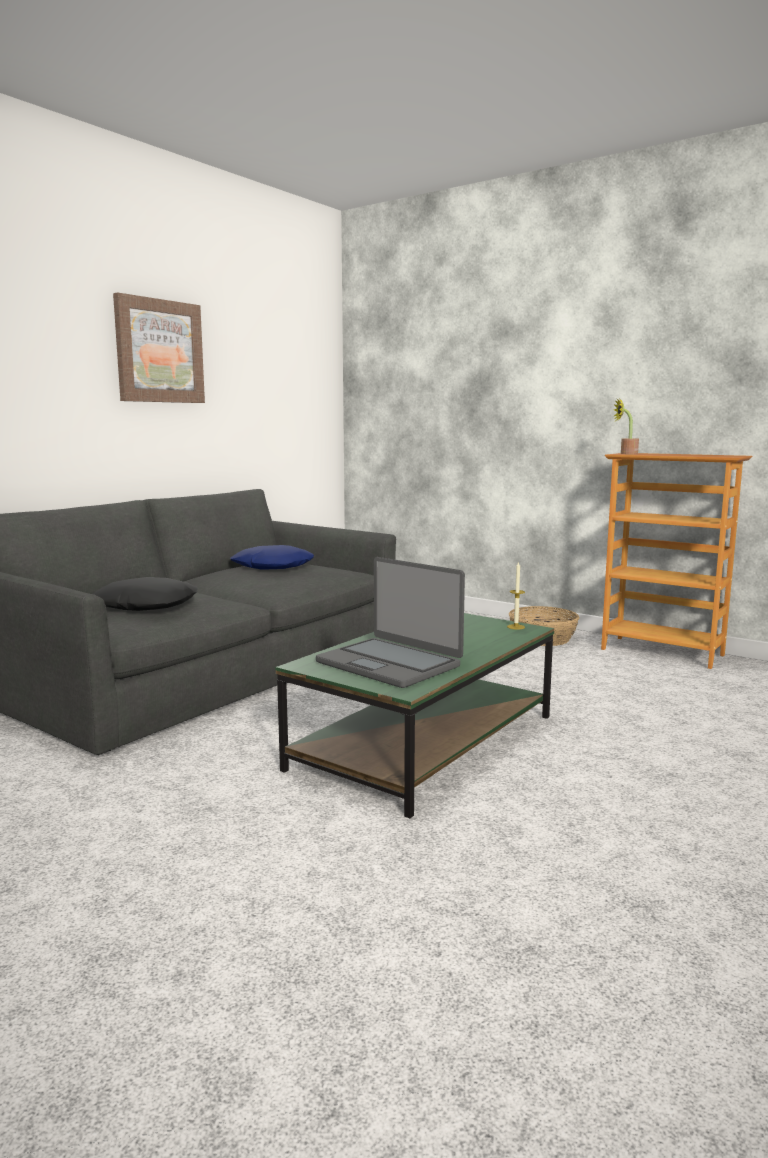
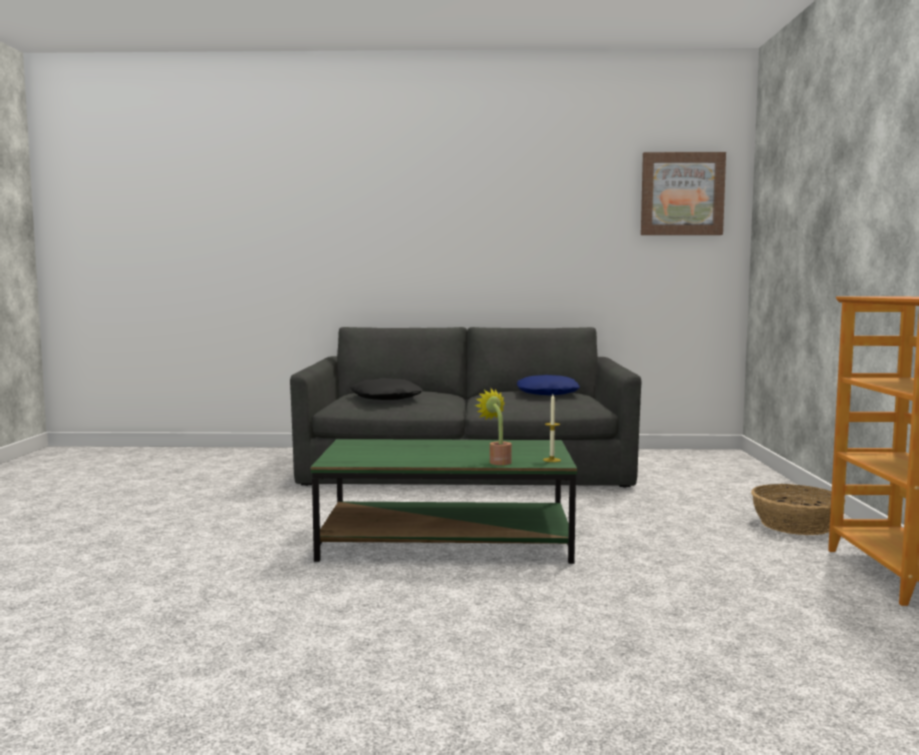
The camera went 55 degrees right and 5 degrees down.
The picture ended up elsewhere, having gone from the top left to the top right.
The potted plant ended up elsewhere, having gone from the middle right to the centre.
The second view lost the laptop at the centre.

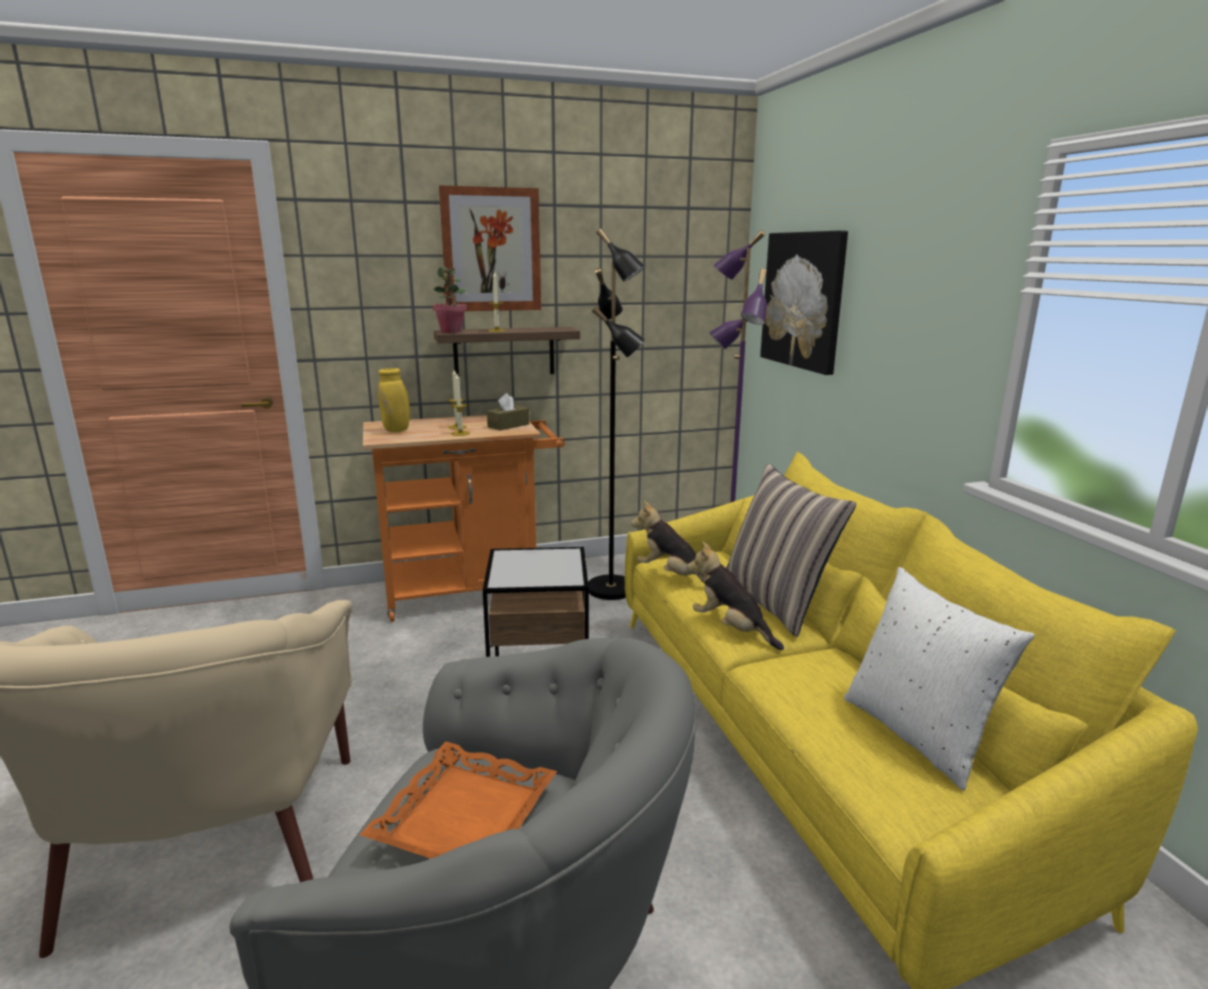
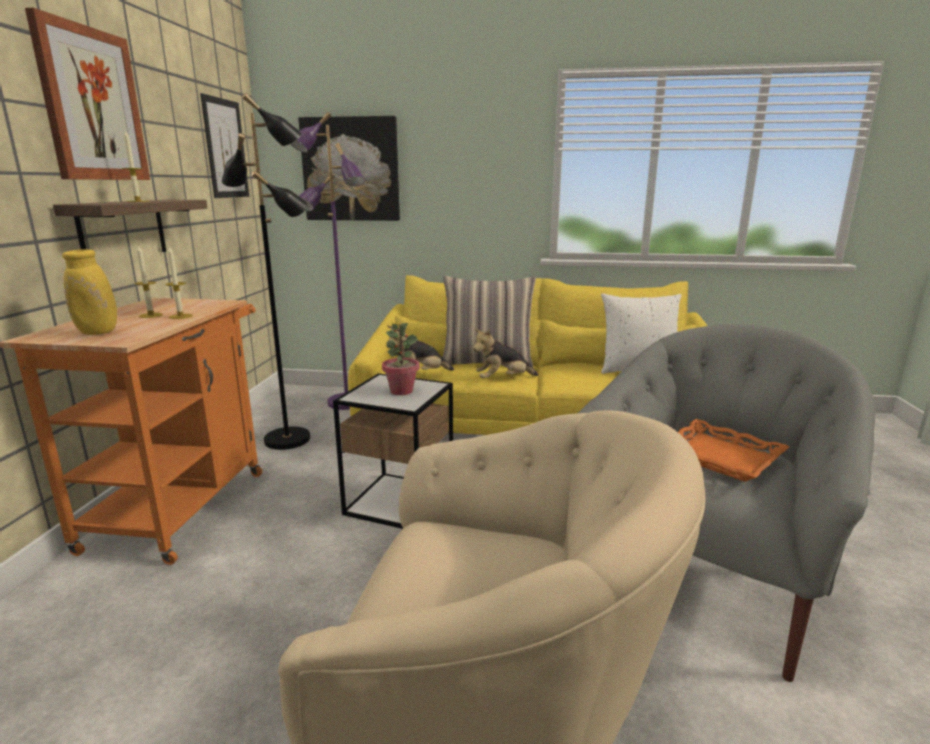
The camera went 65 degrees left and 0 degrees up.
The potted plant ended up elsewhere, having gone from the top centre to the centre.
The second view lost the brown tissue box at the centre.
The second view gained the picture (no. 2 from left) at the top left.

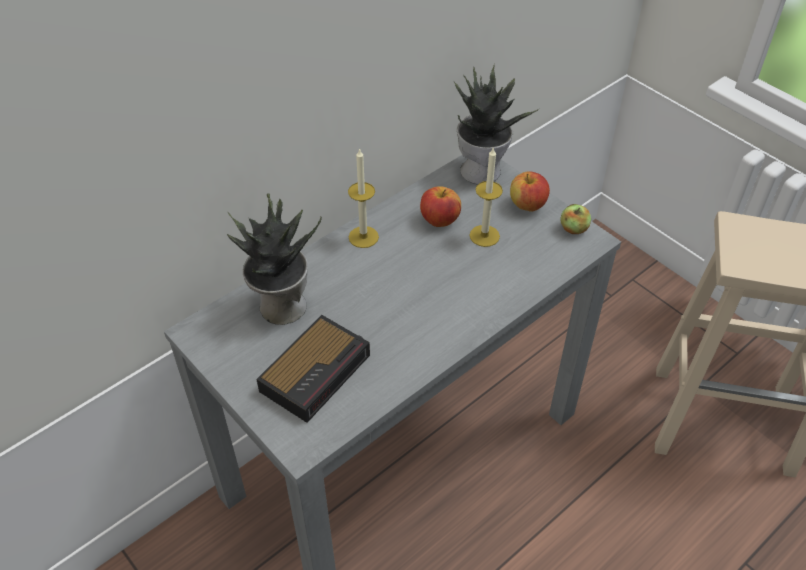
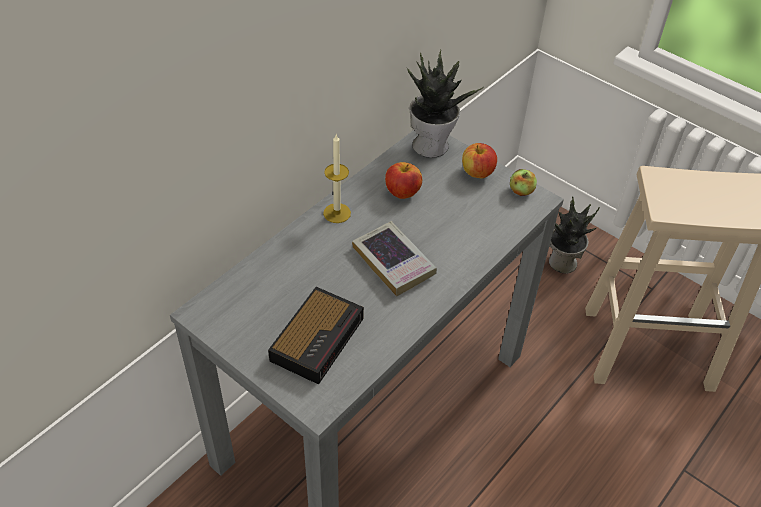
The camera went 10 degrees left and 0 degrees up.
The second view lost the candle (no. 2 from left) at the centre.
The potted plant (no. 1 from left in the first image) ended up elsewhere, having gone from the centre to the middle right.
The second view gained the book at the centre.

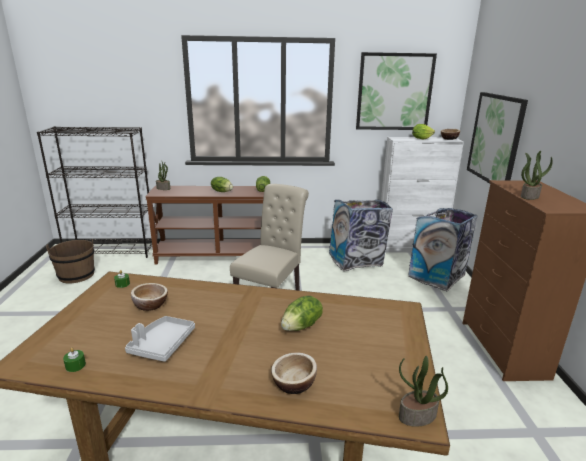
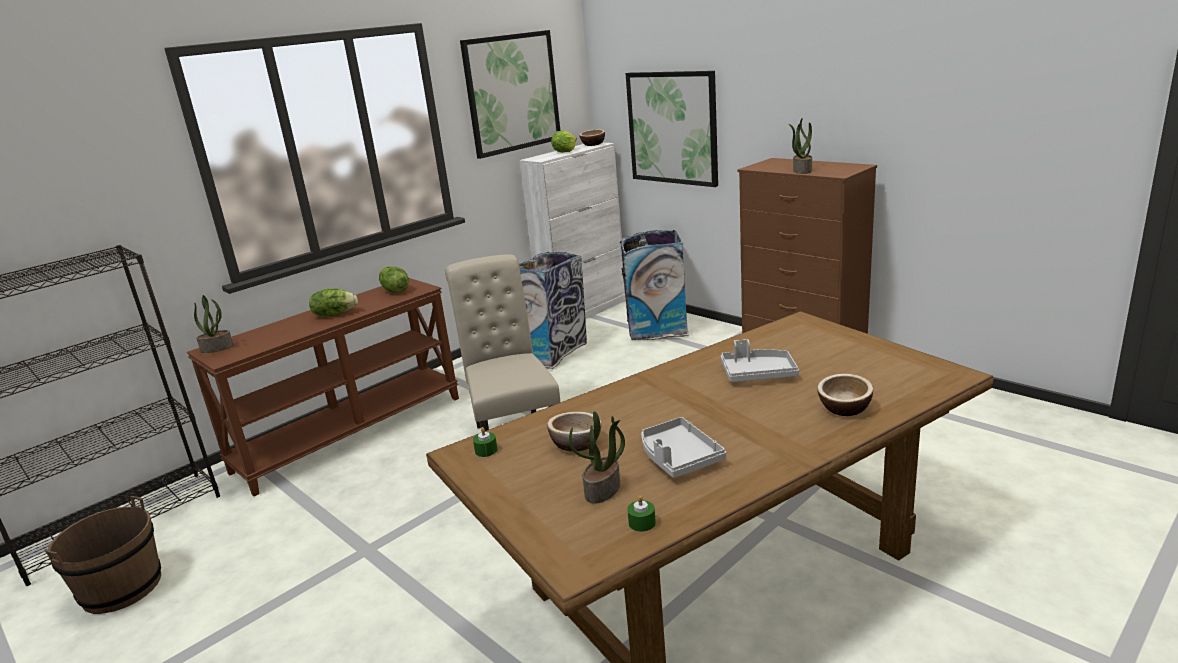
The camera went 40 degrees left and 0 degrees up.
Where the lettuce (no. 3 from left) stood at the bottom centre, the grey tray (no. 2 from left) came to stand at the centre.
The potted plant (no. 2 from left) ended up elsewhere, having gone from the bottom right to the bottom centre.

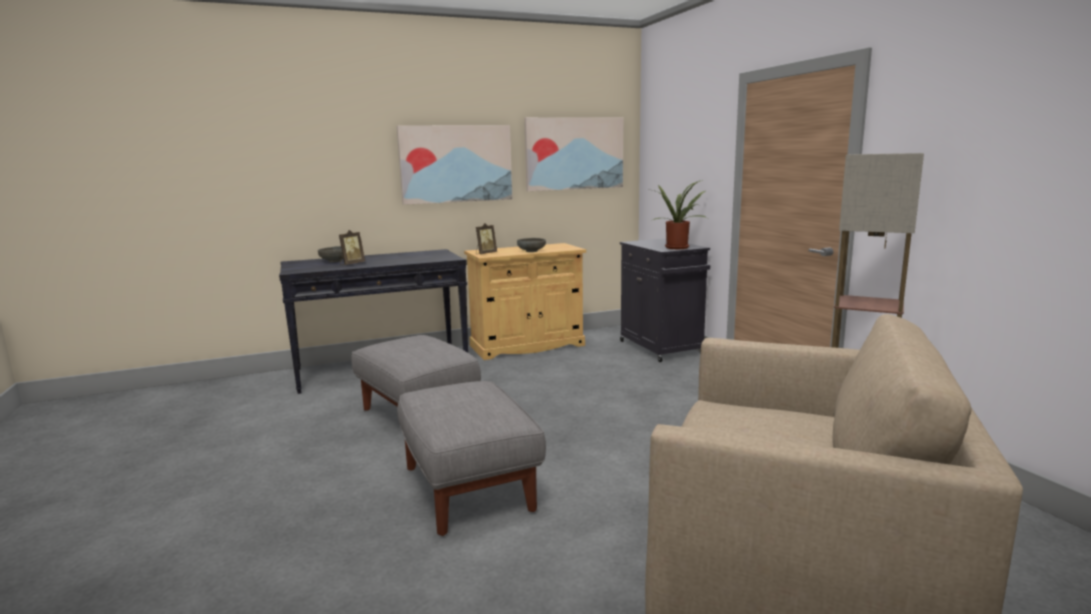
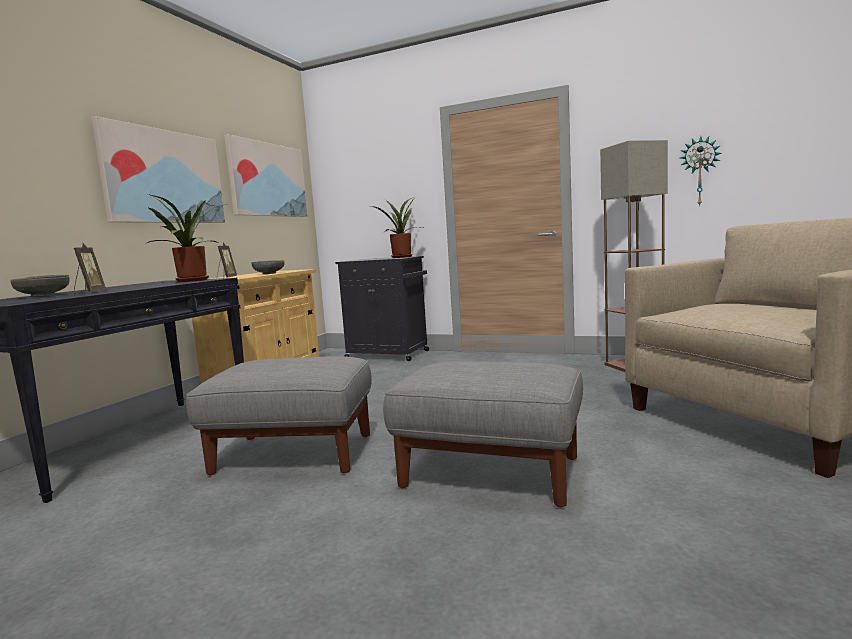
The camera went 45 degrees left and 5 degrees down.
The second view gained the wall clock at the top right.
The second view gained the potted plant (no. 1 from left) at the middle left.

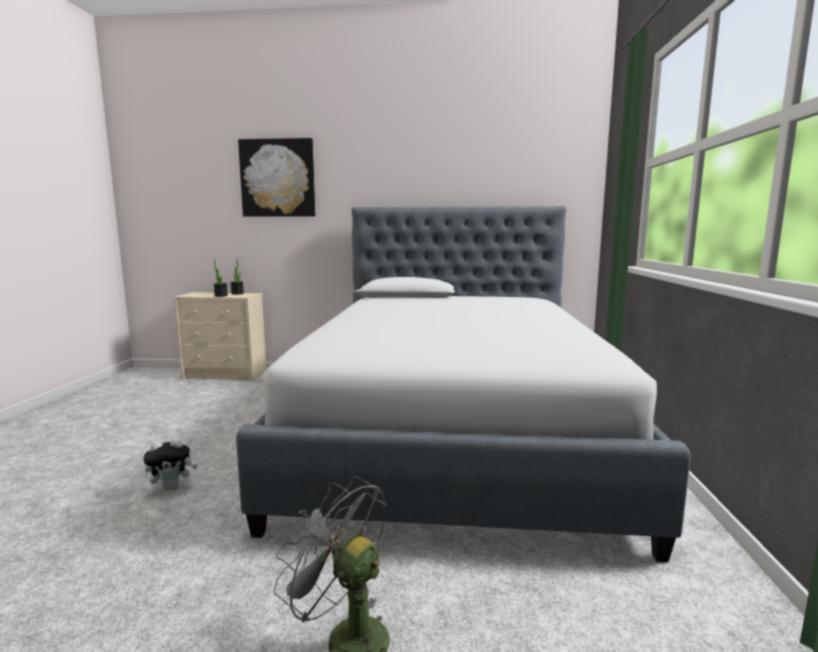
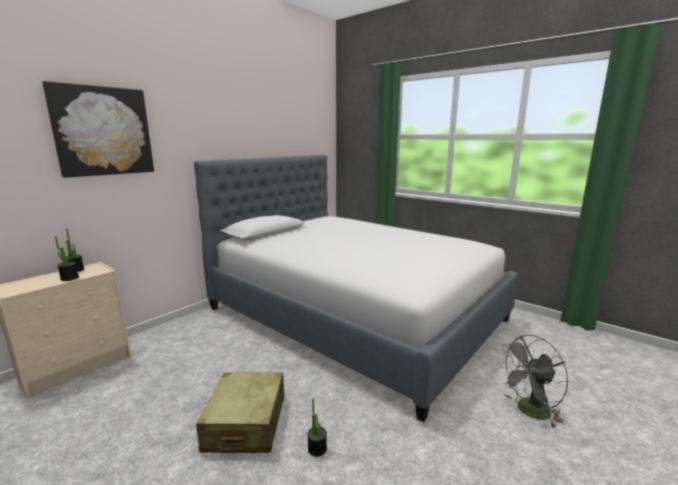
The camera went 55 degrees left and 5 degrees up.
Where the plush toy stood at the bottom left, the potted plant (no. 3 from left) came to stand at the bottom centre.
The second view gained the beige suitcase at the bottom centre.

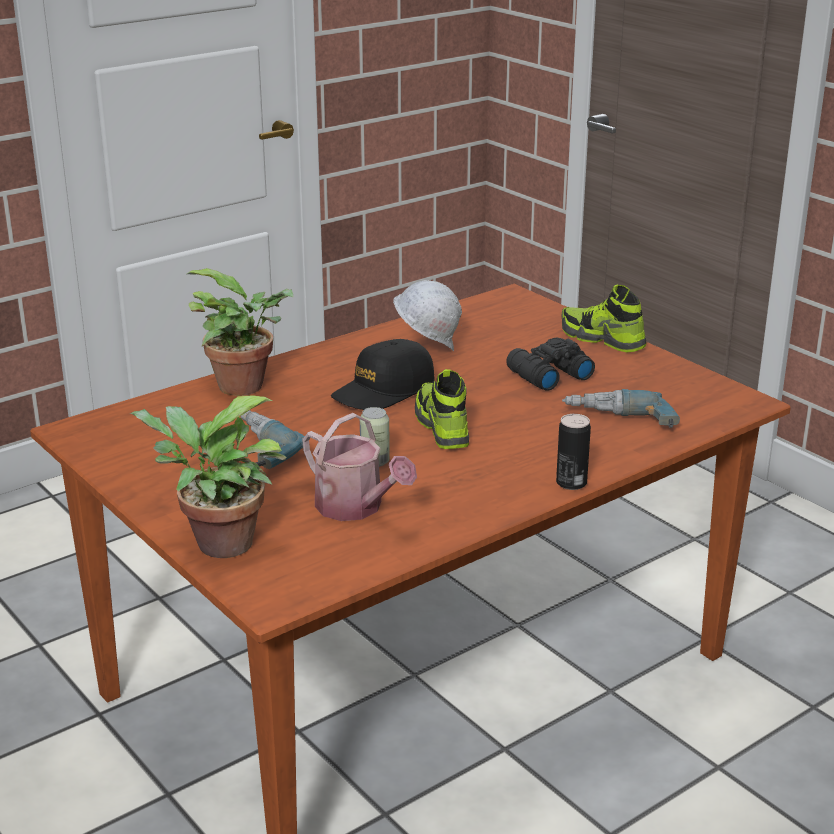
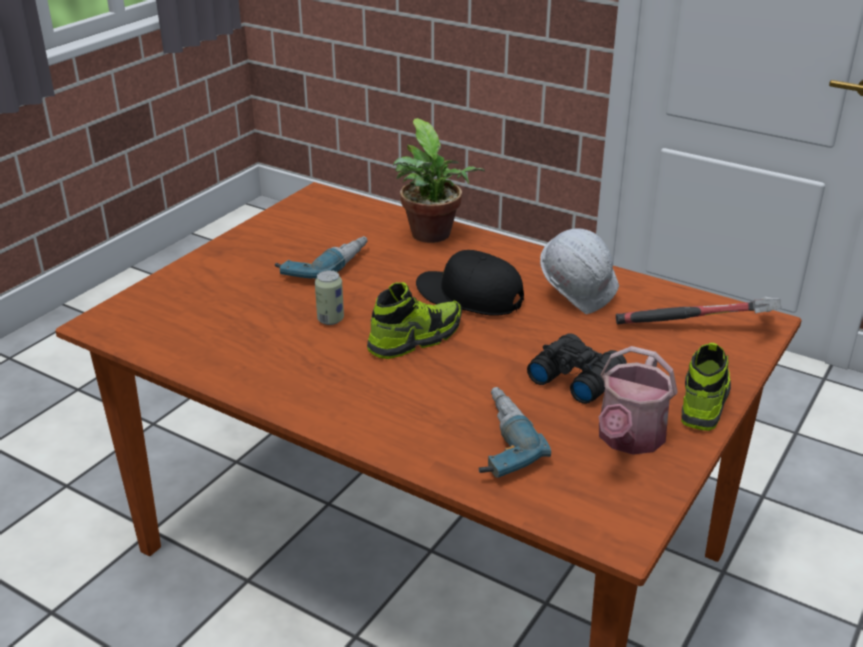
The camera went 70 degrees right and 5 degrees up.
The second view lost the potted plant (no. 1 from left) at the middle left.
The watering can ended up elsewhere, having gone from the centre to the middle right.
The second view lost the can (no. 2 from left) at the middle right.
The second view gained the hammer at the middle right.

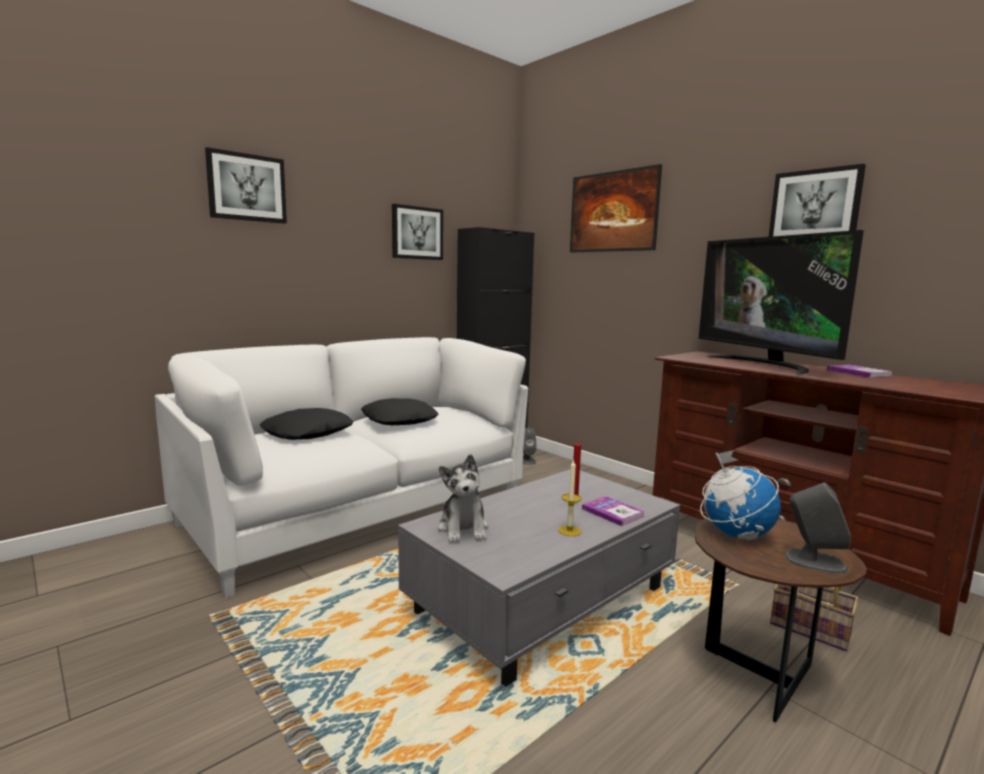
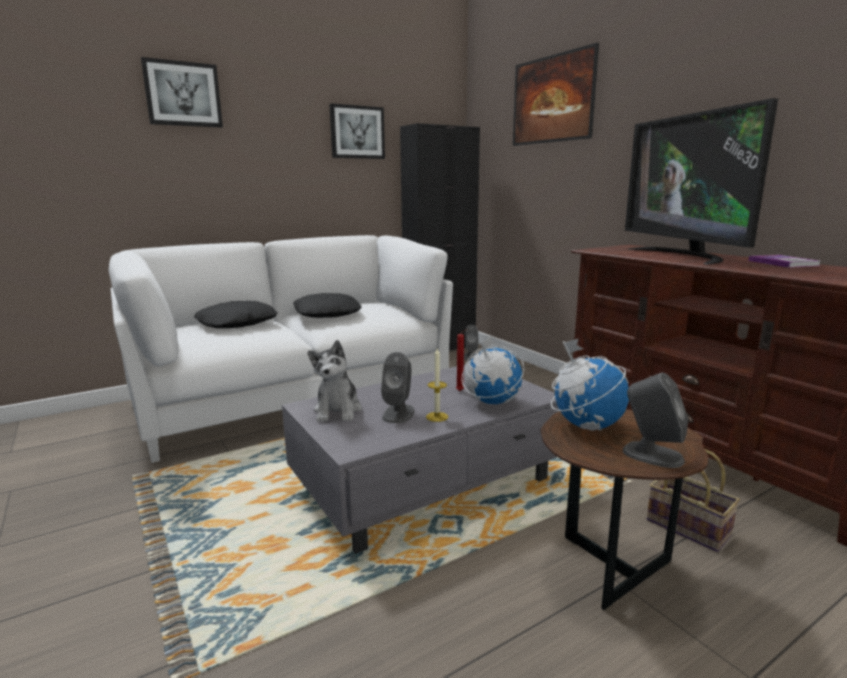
The camera went 10 degrees right and 5 degrees up.
The second view lost the picture (no. 4 from left) at the top right.
Where the book (no. 1 from left) stood at the centre, the globe (no. 1 from left) came to stand at the centre.
The second view gained the grey speaker (no. 1 from left) at the centre.

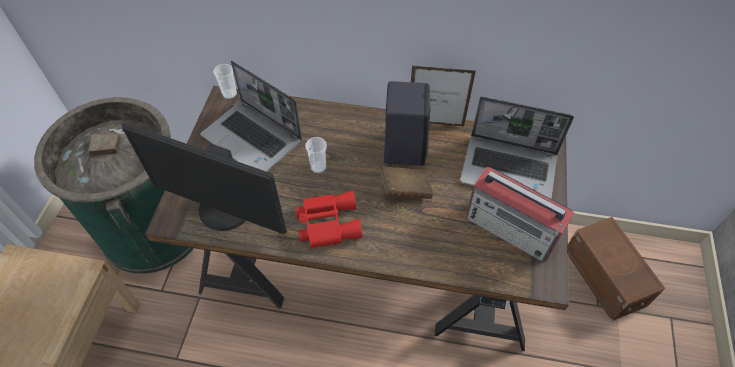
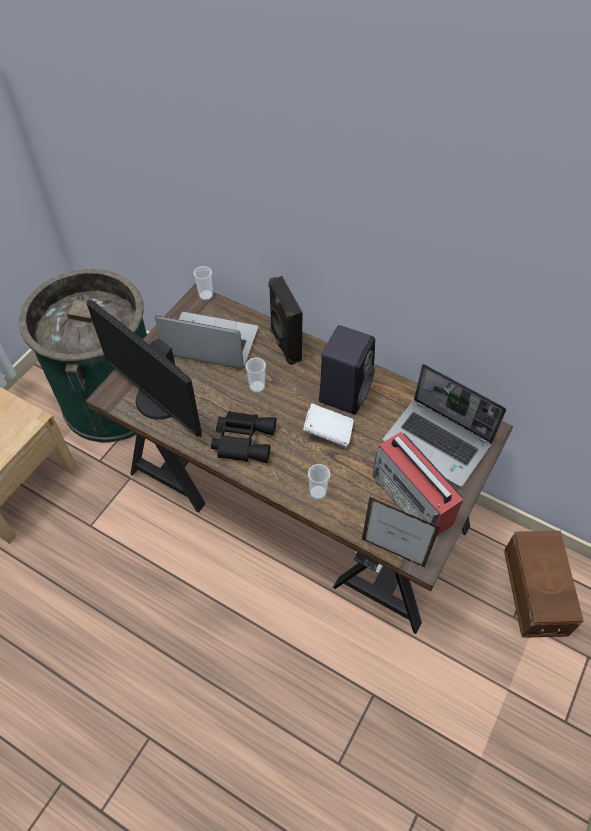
The camera went 20 degrees right and 0 degrees up.
The laptop (no. 1 from left) at the top centre ended up facing another way, 135 degrees clockwise from before.
The picture frame ended up elsewhere, having gone from the top centre to the middle right.
What was the brown book at the centre turned into the white book at the centre.
What was the red binoculars at the centre turned into the black binoculars at the centre.
The second view gained the black speaker (no. 1 from left) at the centre.
The second view gained the cup (no. 3 from left) at the centre.

